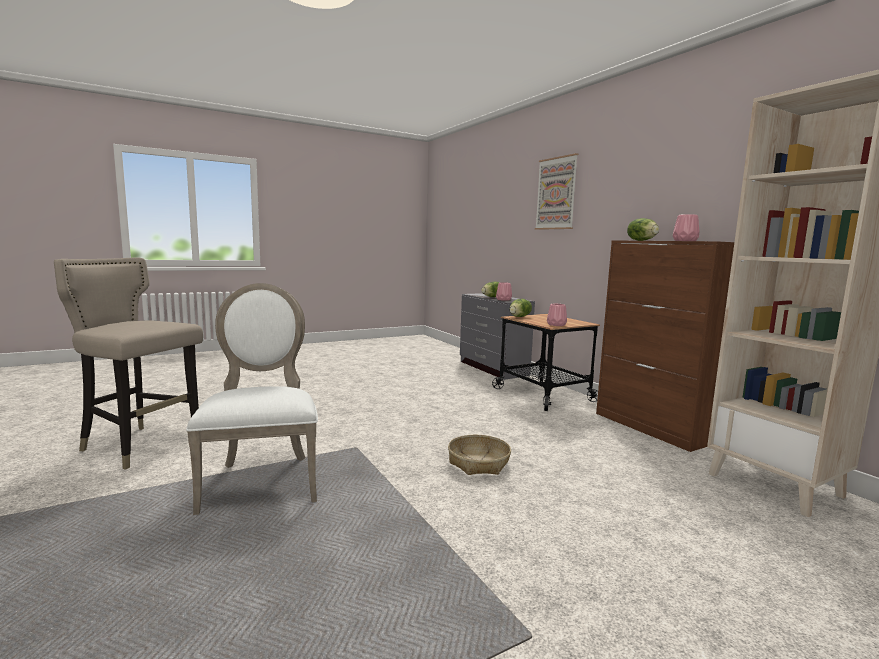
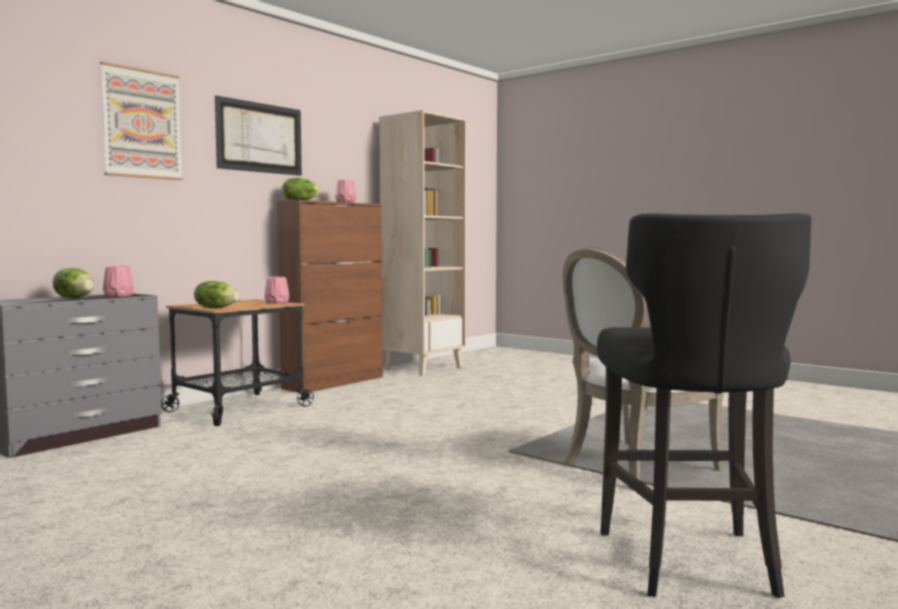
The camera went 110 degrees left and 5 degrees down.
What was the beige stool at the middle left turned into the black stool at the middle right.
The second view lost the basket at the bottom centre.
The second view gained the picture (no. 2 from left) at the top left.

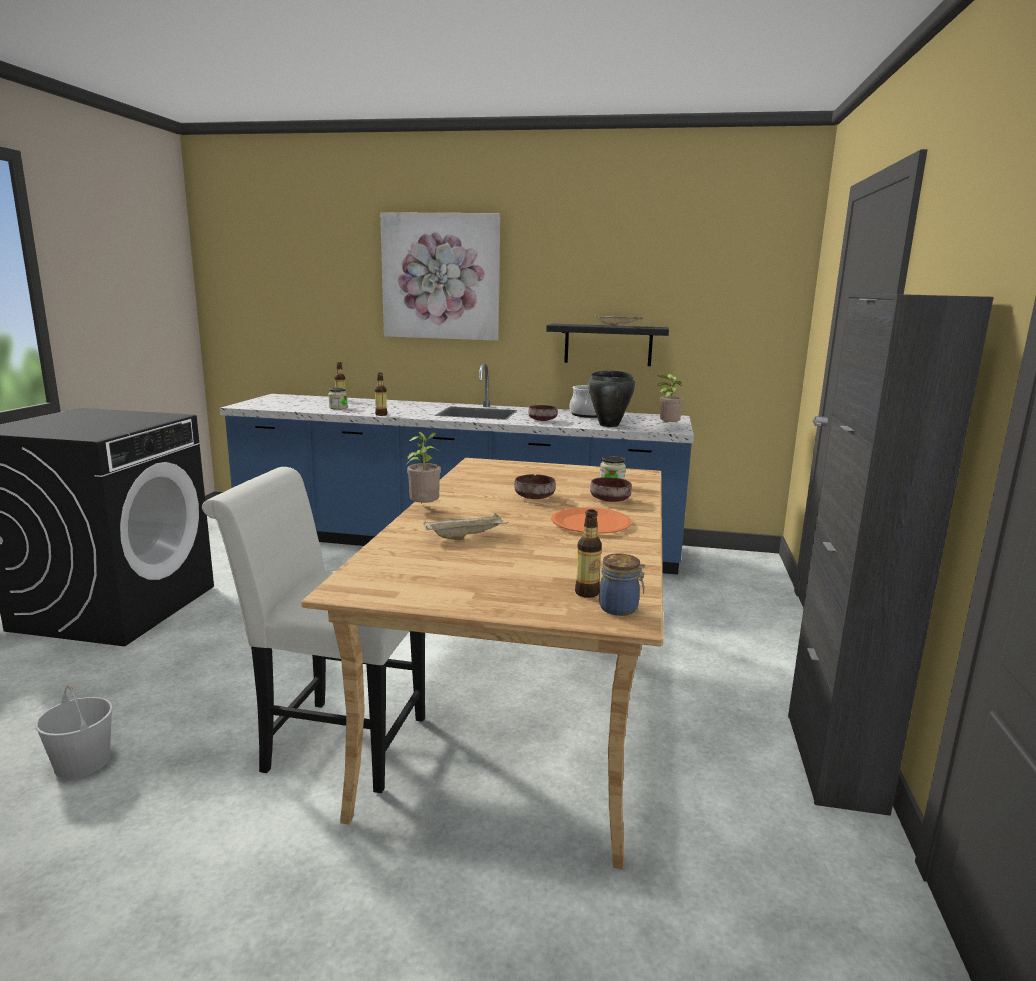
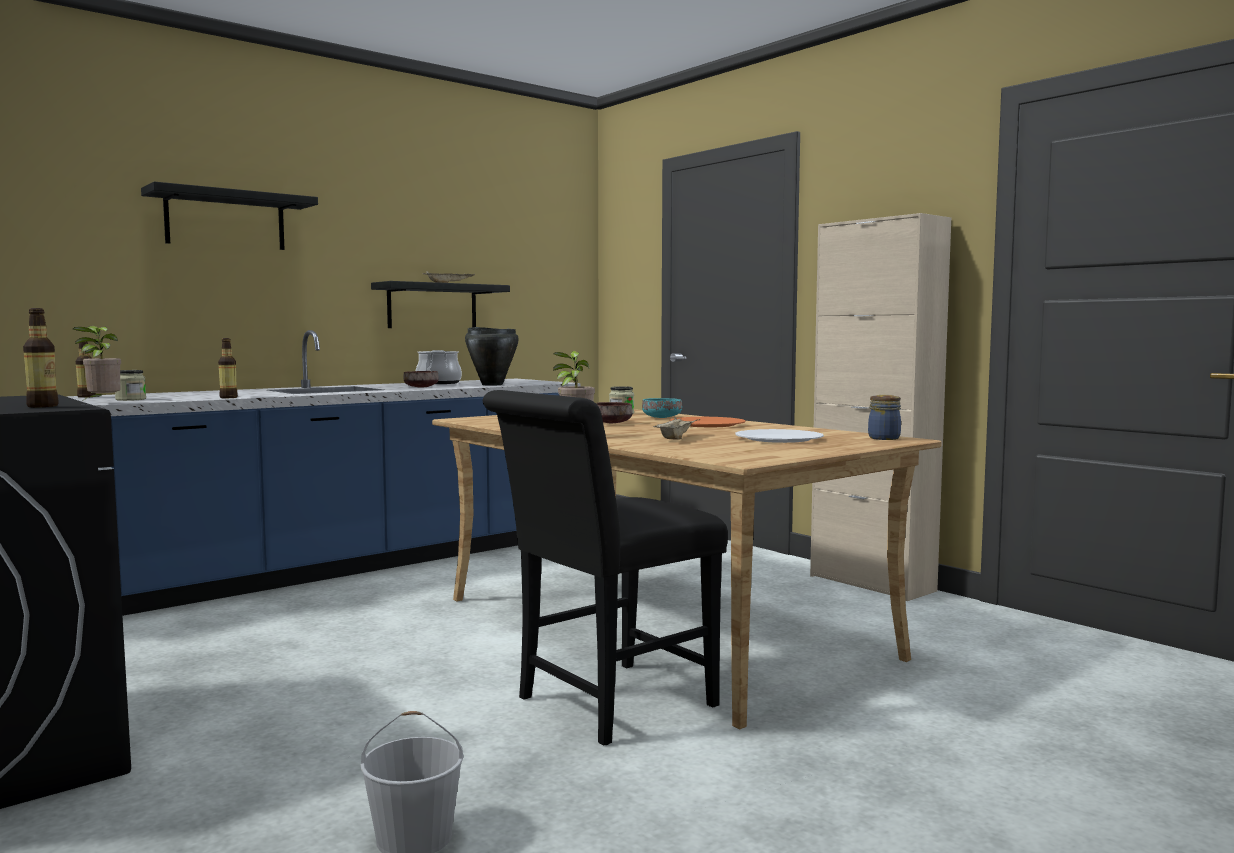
The camera went 50 degrees left and 10 degrees down.
Where the picture hung at the top centre, the black shelf (no. 1 from left) came to hang at the top left.
What was the black cabinet at the middle right turned into the beige cabinet at the middle right.
The potted plant (no. 2 from left in the first image) ended up elsewhere, having gone from the centre to the middle left.
What was the white chair at the middle left turned into the black chair at the centre.
What was the brown bowl (no. 3 from left) at the centre turned into the turquoise bowl at the centre.
The bottle (no. 3 from left in the first image) ended up elsewhere, having gone from the centre to the middle left.
The second view gained the white plate at the centre.

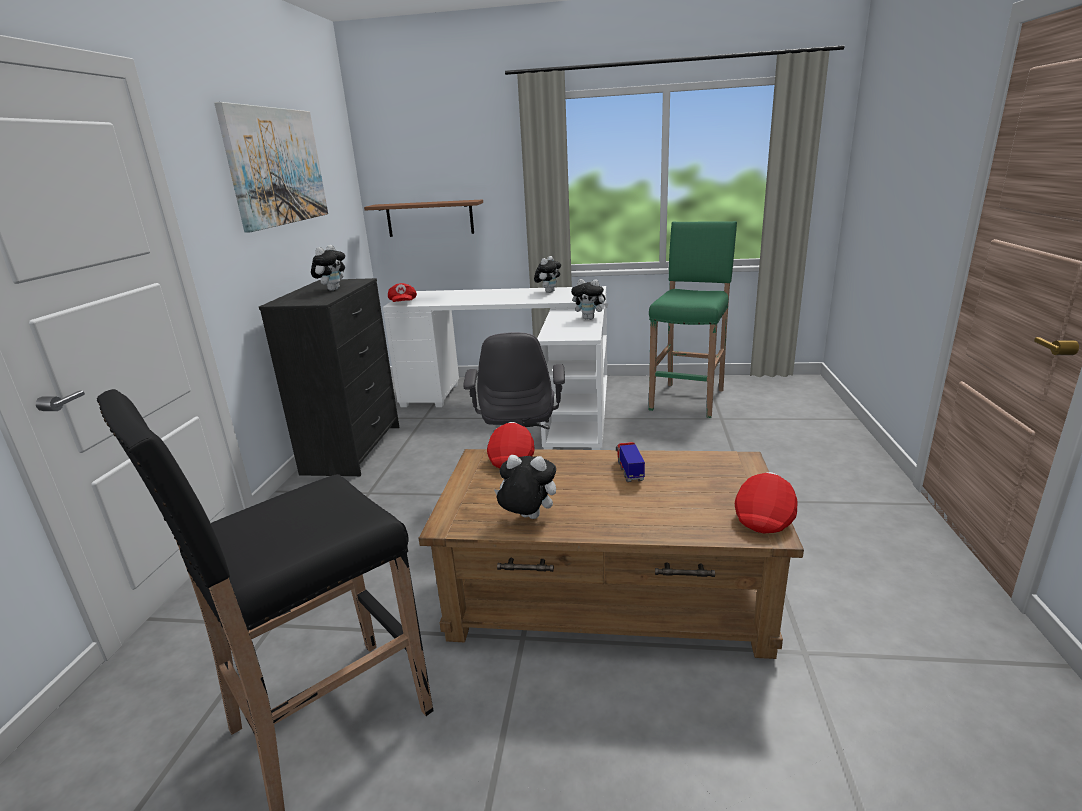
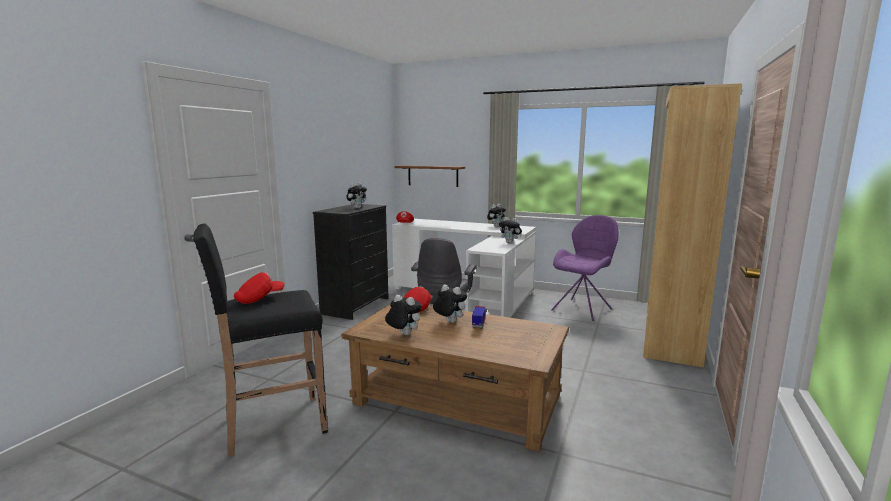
The camera went 15 degrees right and 10 degrees down.
The second view lost the picture at the top left.
Where the green stool stood at the centre, the purple chair came to stand at the centre.
The red cap (no. 3 from left in the first image) ended up elsewhere, having gone from the middle right to the middle left.
The second view gained the brown bookcase at the middle right.
The second view gained the plush toy (no. 3 from left) at the centre.

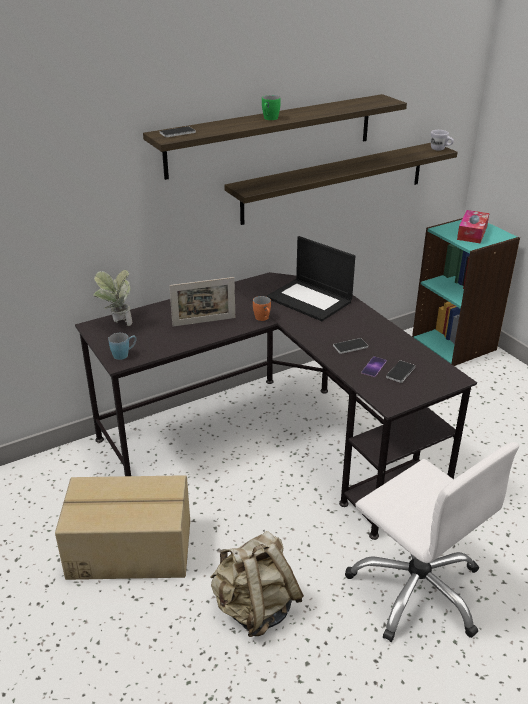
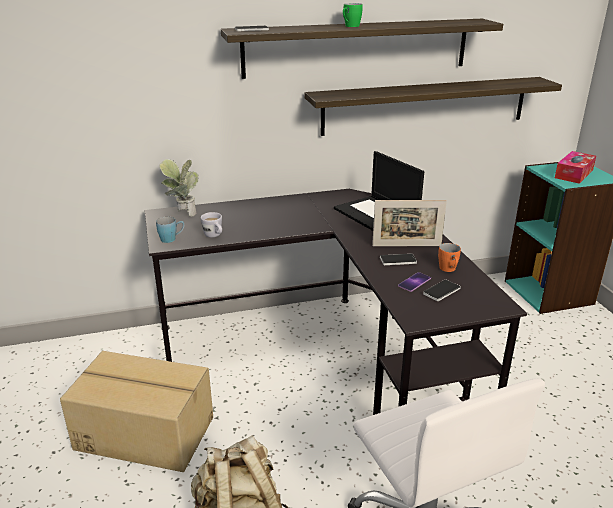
The camera went 15 degrees right and 5 degrees down.
The white mug ended up elsewhere, having gone from the top right to the centre.
The picture frame ended up elsewhere, having gone from the centre to the middle right.
The orange mug ended up elsewhere, having gone from the centre to the middle right.

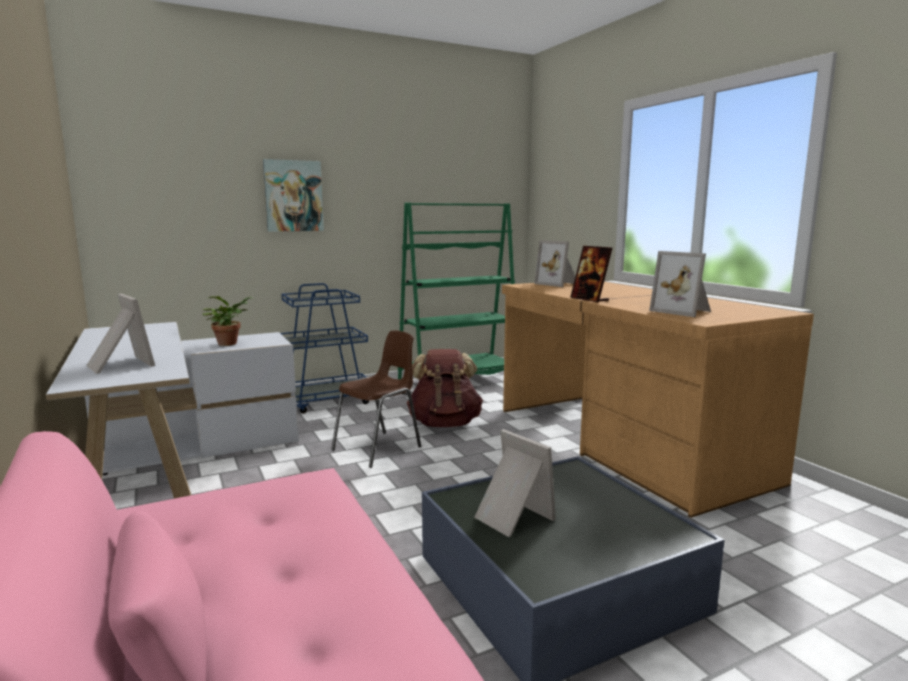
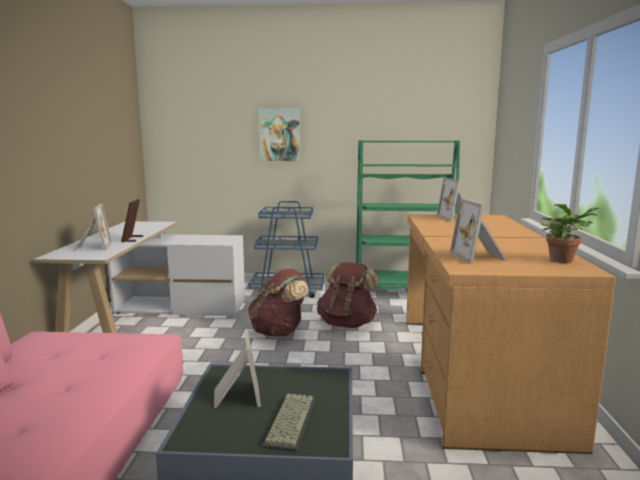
The camera went 30 degrees right and 0 degrees up.
The picture frame (no. 4 from left in the first image) ended up elsewhere, having gone from the centre to the middle left.
The potted plant ended up elsewhere, having gone from the middle left to the middle right.
Where the brown chair stood at the centre, the brown backpack (no. 1 from left) came to stand at the centre.
The second view gained the keyboard at the bottom centre.

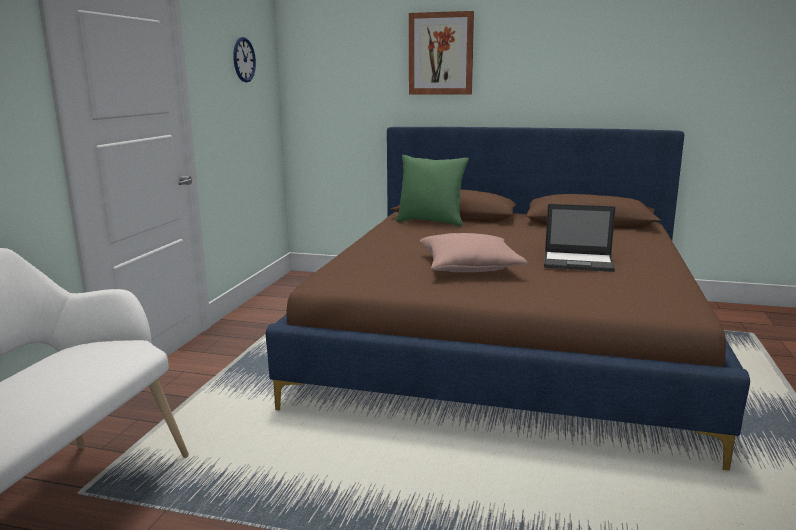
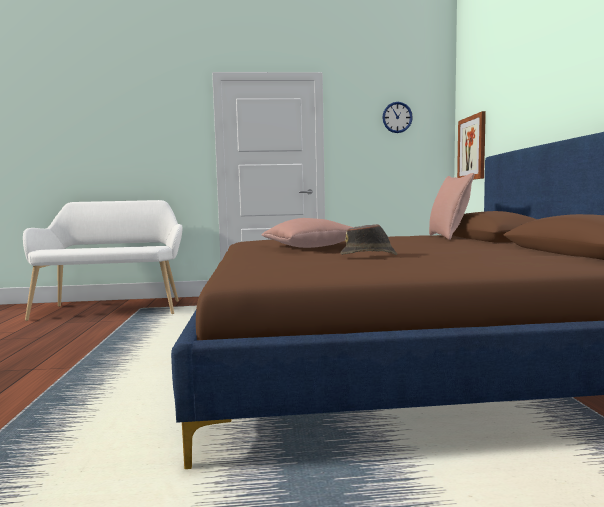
The camera went 70 degrees right and 10 degrees down.
The picture ended up elsewhere, having gone from the top centre to the top right.
What was the green pillow at the centre turned into the pink pillow (no. 2 from left) at the middle right.
Where the laptop stood at the middle right, the brown hat came to stand at the centre.

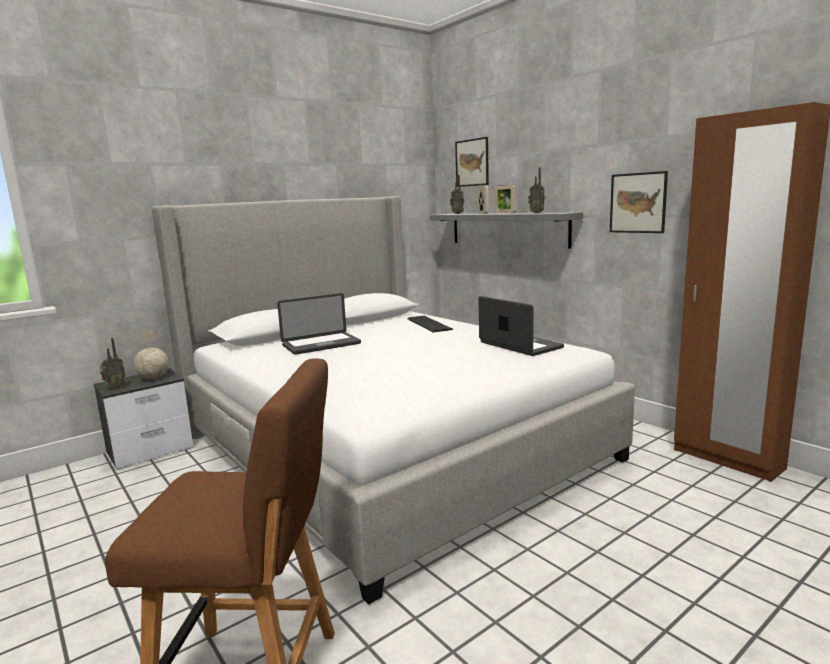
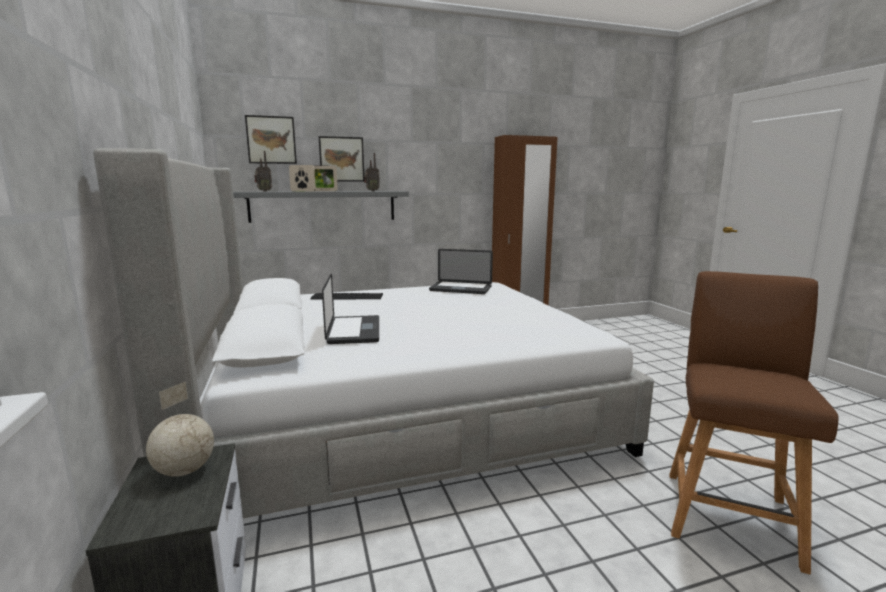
The camera went 70 degrees left and 0 degrees up.
The picture (no. 2 from left) ended up elsewhere, having gone from the top right to the top centre.
The laptop (no. 2 from left) at the centre ended up facing another way, 150 degrees counterclockwise from before.
The second view lost the radio (no. 1 from left) at the middle left.

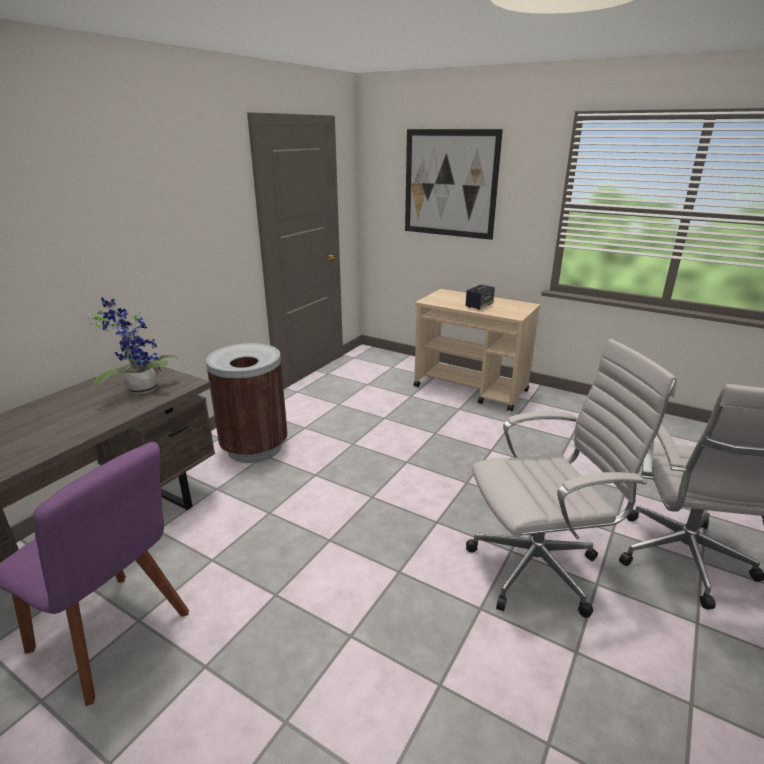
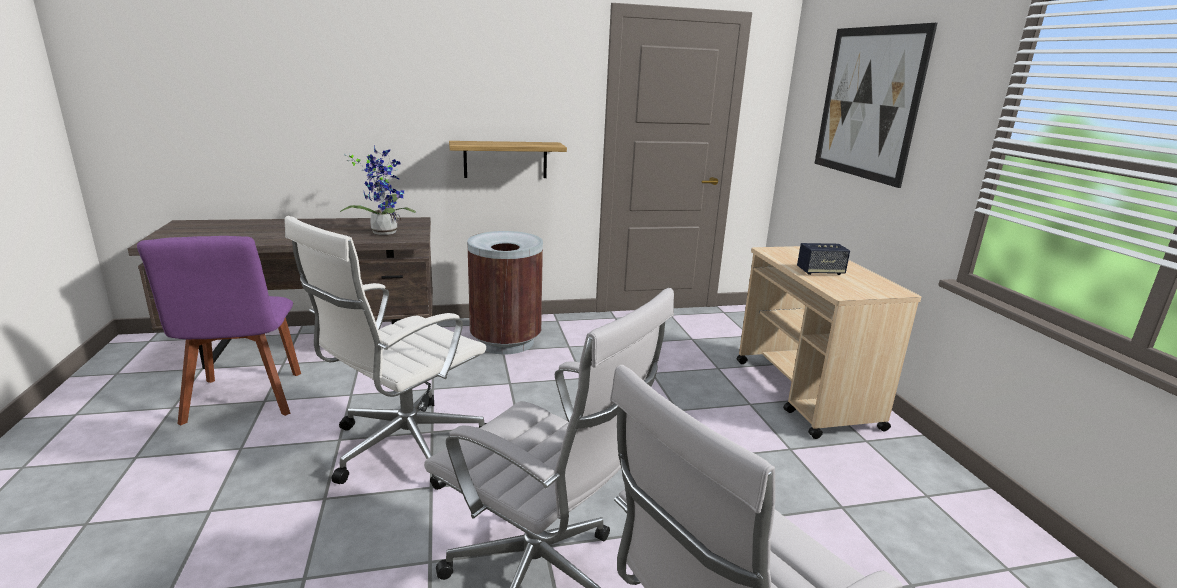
The camera went 45 degrees right and 5 degrees down.
The second view gained the shelf at the top centre.
The second view gained the white office chair (no. 1 from left) at the middle left.

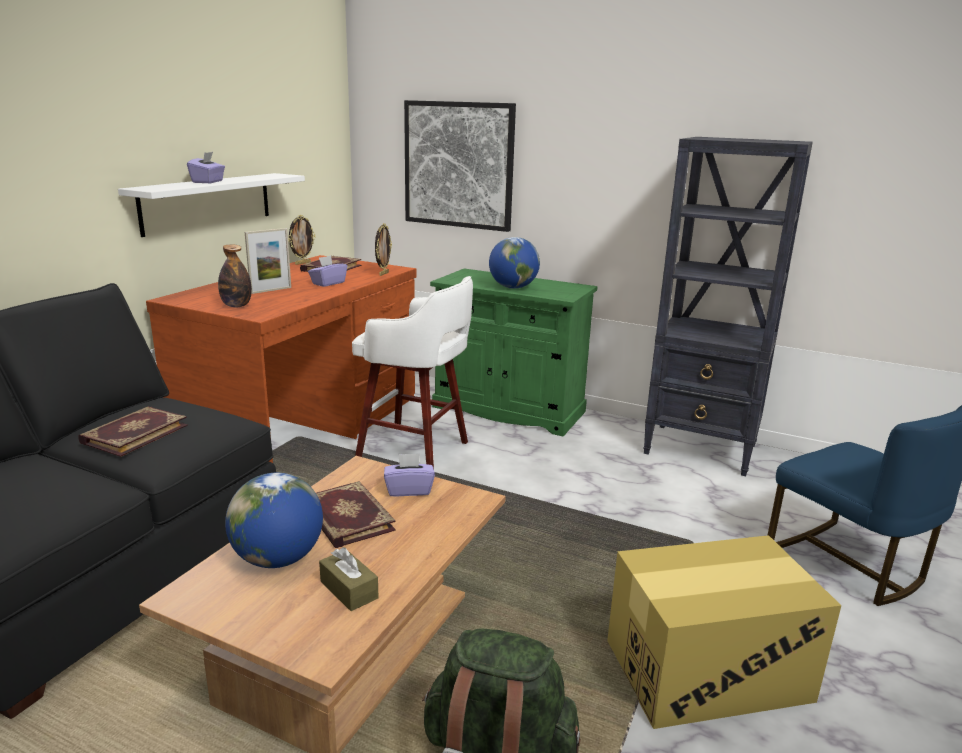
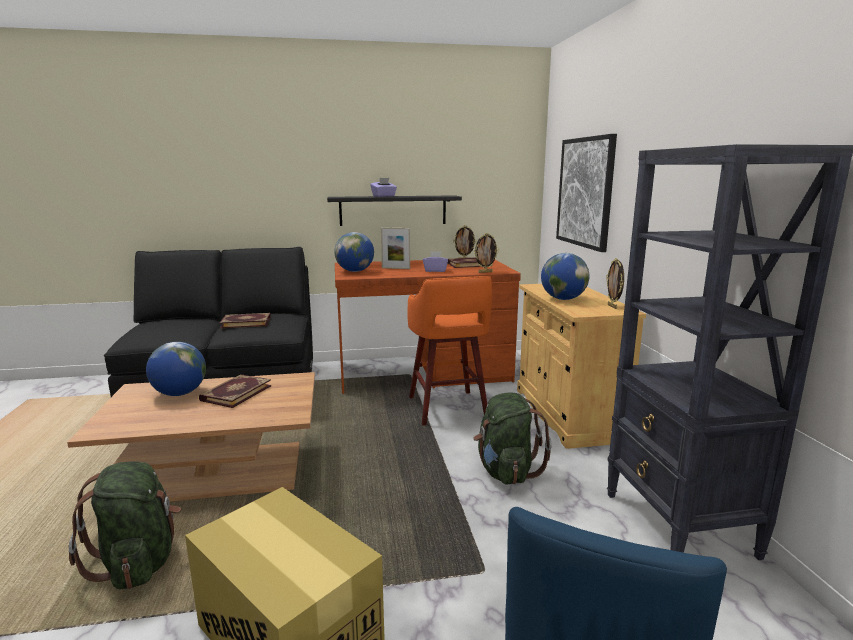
The camera went 55 degrees right and 5 degrees down.
What was the white shelf at the top left turned into the black shelf at the top centre.
Where the bottle stood at the middle left, the globe (no. 2 from left) came to stand at the centre.
What was the green cabinet at the centre turned into the beige cabinet at the middle right.
What was the white stool at the centre turned into the orange stool at the centre.
The second view lost the purple tissue box (no. 3 from left) at the centre.
The second view lost the brown tissue box at the bottom centre.
The second view gained the picture frame (no. 4 from left) at the middle right.
The second view gained the green backpack (no. 2 from left) at the bottom centre.

